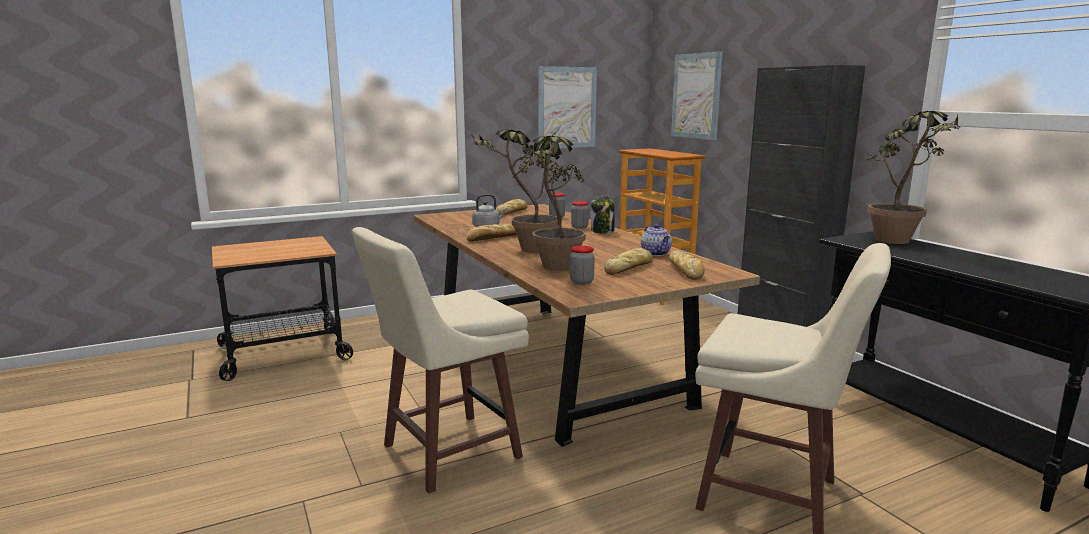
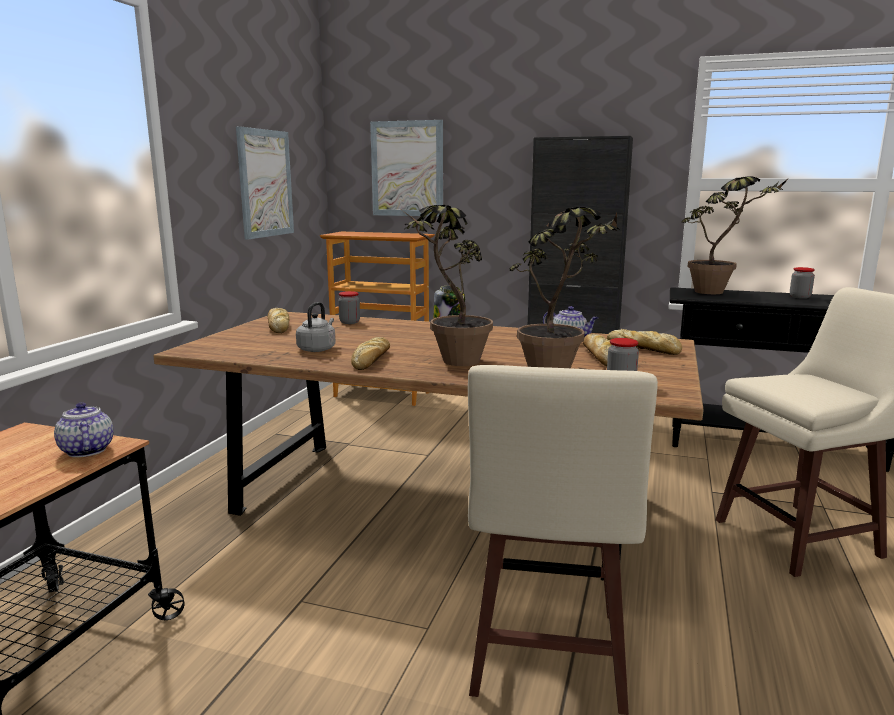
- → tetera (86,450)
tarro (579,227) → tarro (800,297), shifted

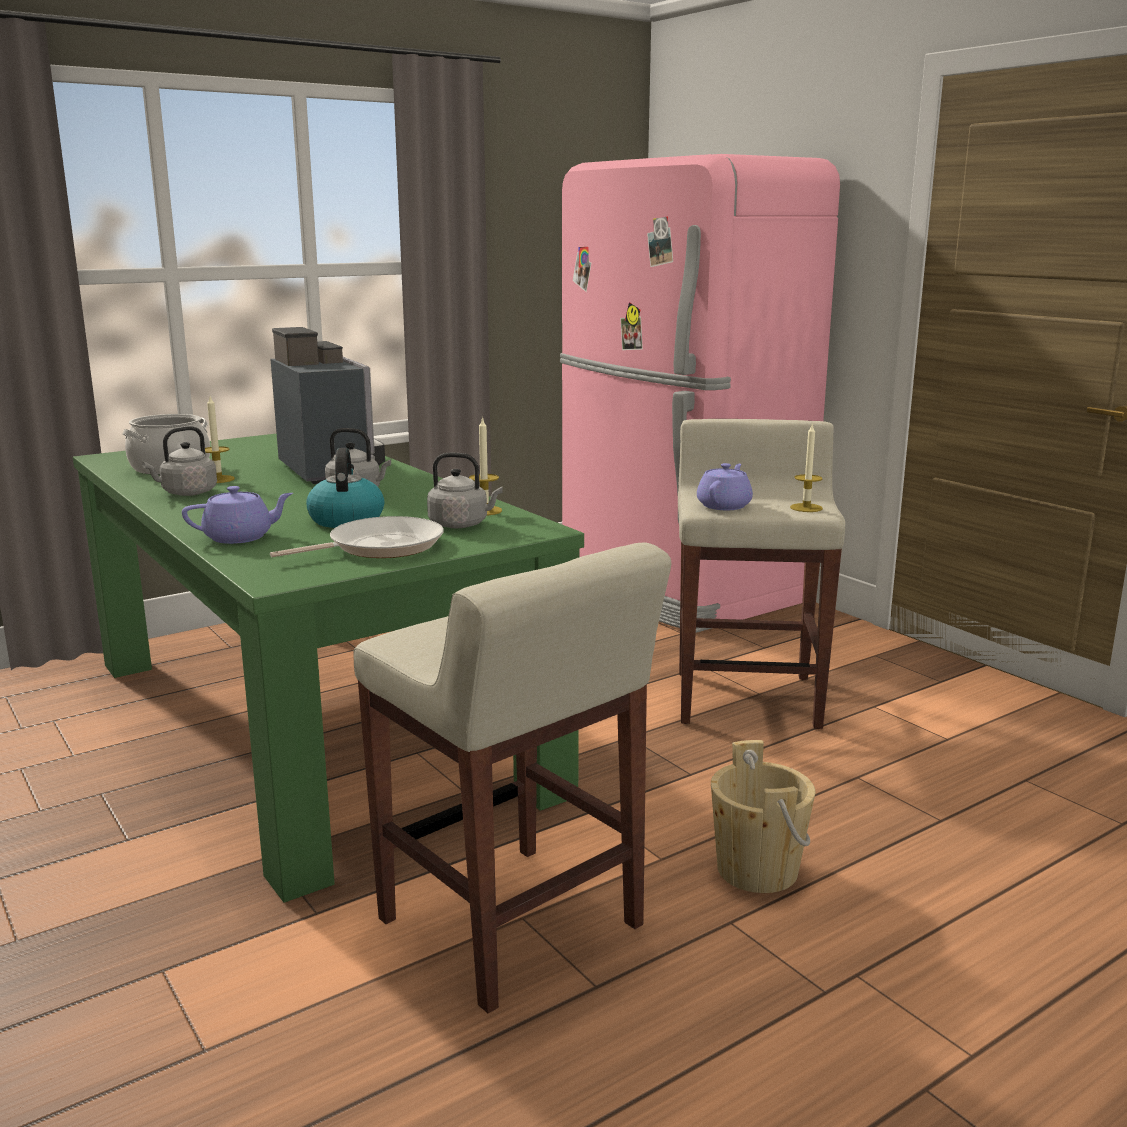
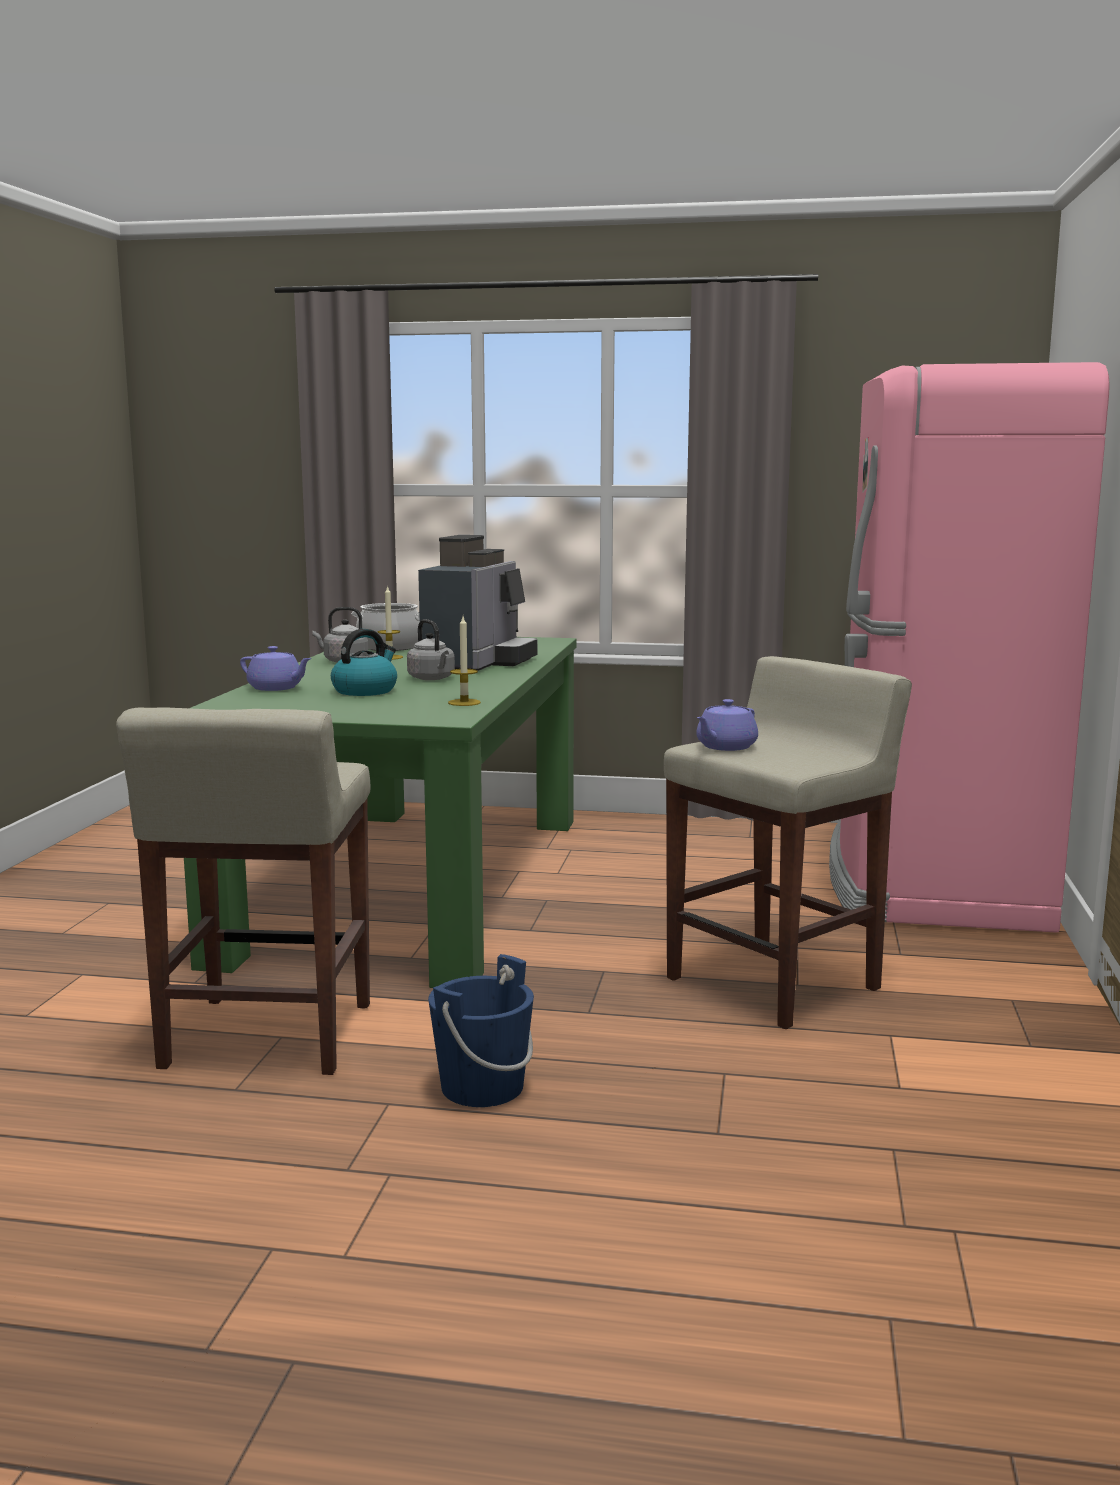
cubo [beis] (757,870) → cubo [azul] (482,1087)
tetera [morado] (724,505) → tetera [morado] (725,747), 150 degrees clockwise
sartén (379,547) → -
hervidor [gris] (461,524) → -
vela (806,508) → -

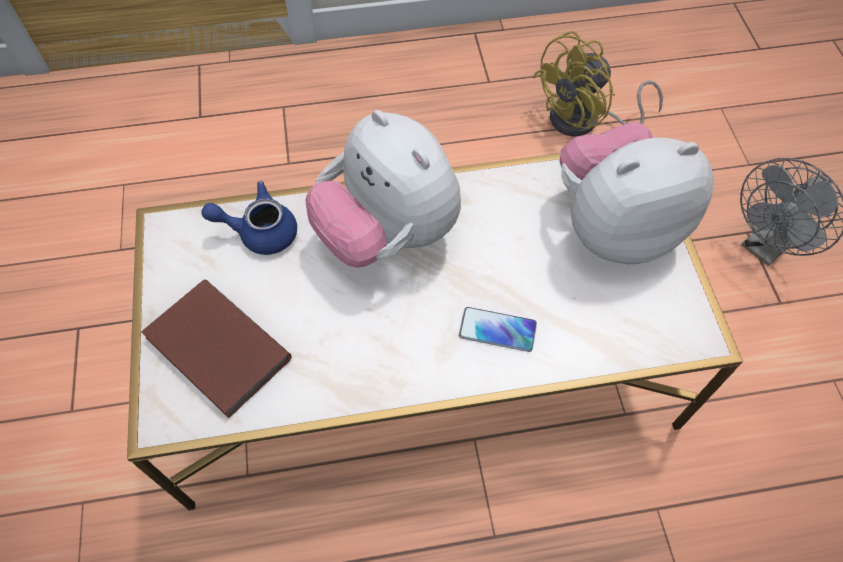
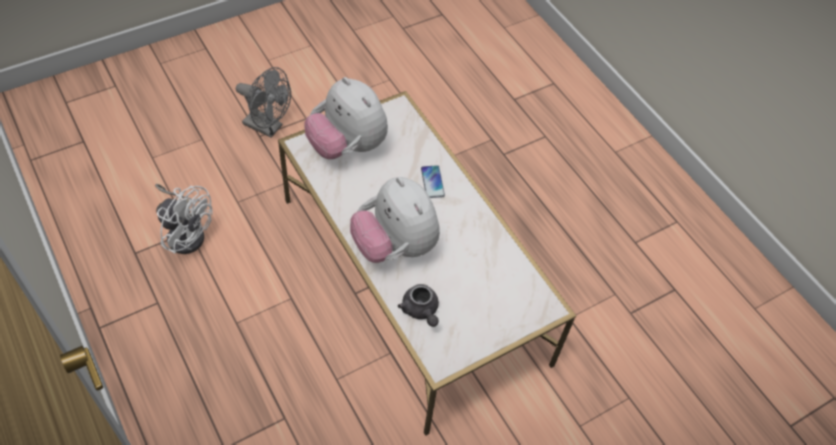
ventilador [amarillo] (585,121) → ventilador [blanco] (186,232)
peluche (387,234) → peluche (395,246), 120 degrees clockwise
tetera [azul] (260,232) → tetera [gris] (421,311)
libro [marrón] (217,351) → -

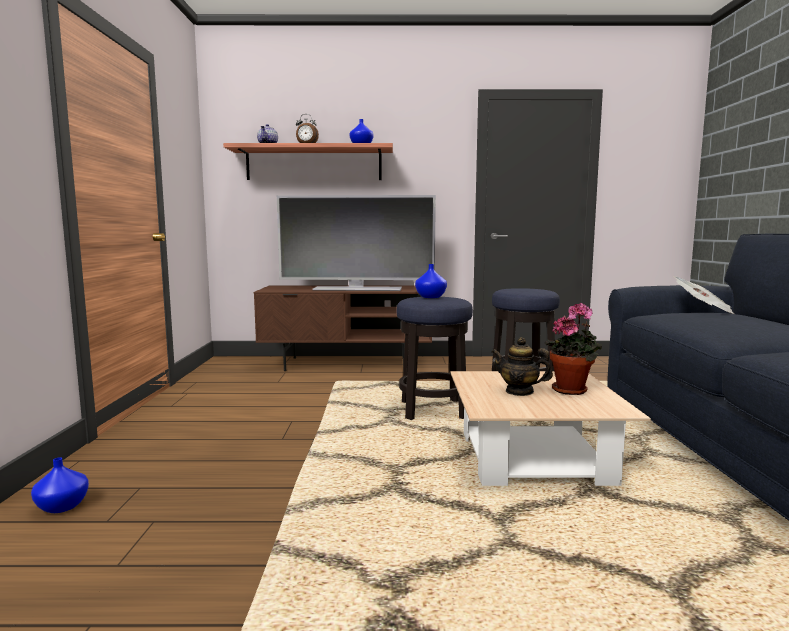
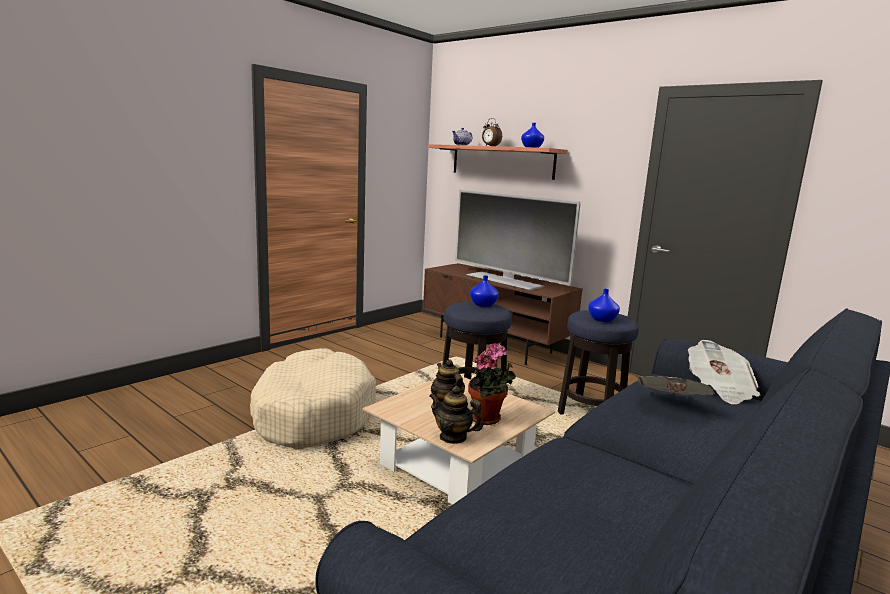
- → cama para perro [beis] (312,414)
- → tetera (453,437)
florero [azul] (61,506) → florero [azul] (601,319), shifted
- → periódico (671,405)

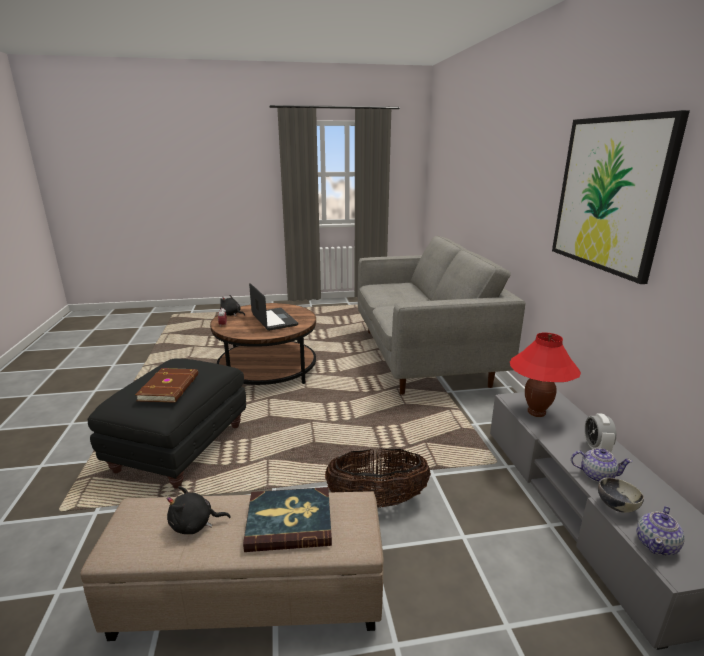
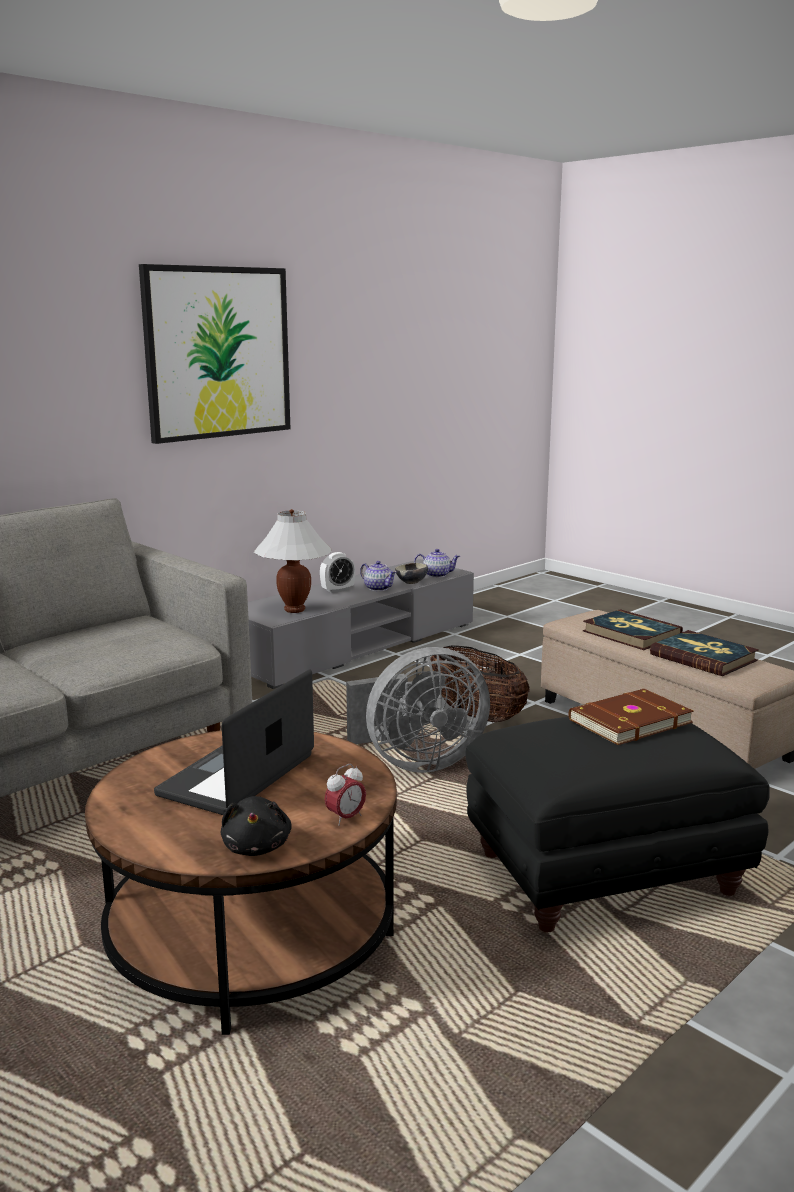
lámpara de mesa [rojo] (536,413) → lámpara de mesa [blanco] (294,610)
- → ventilador [gris] (417,762)
tetera (596,475) → tetera (378,588), 150 degrees clockwise
peluche [negro] (195,524) → libro (703,657)

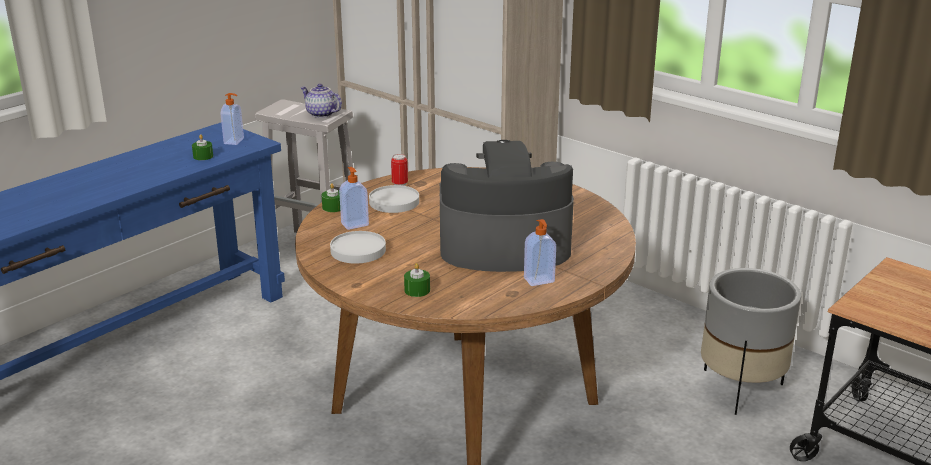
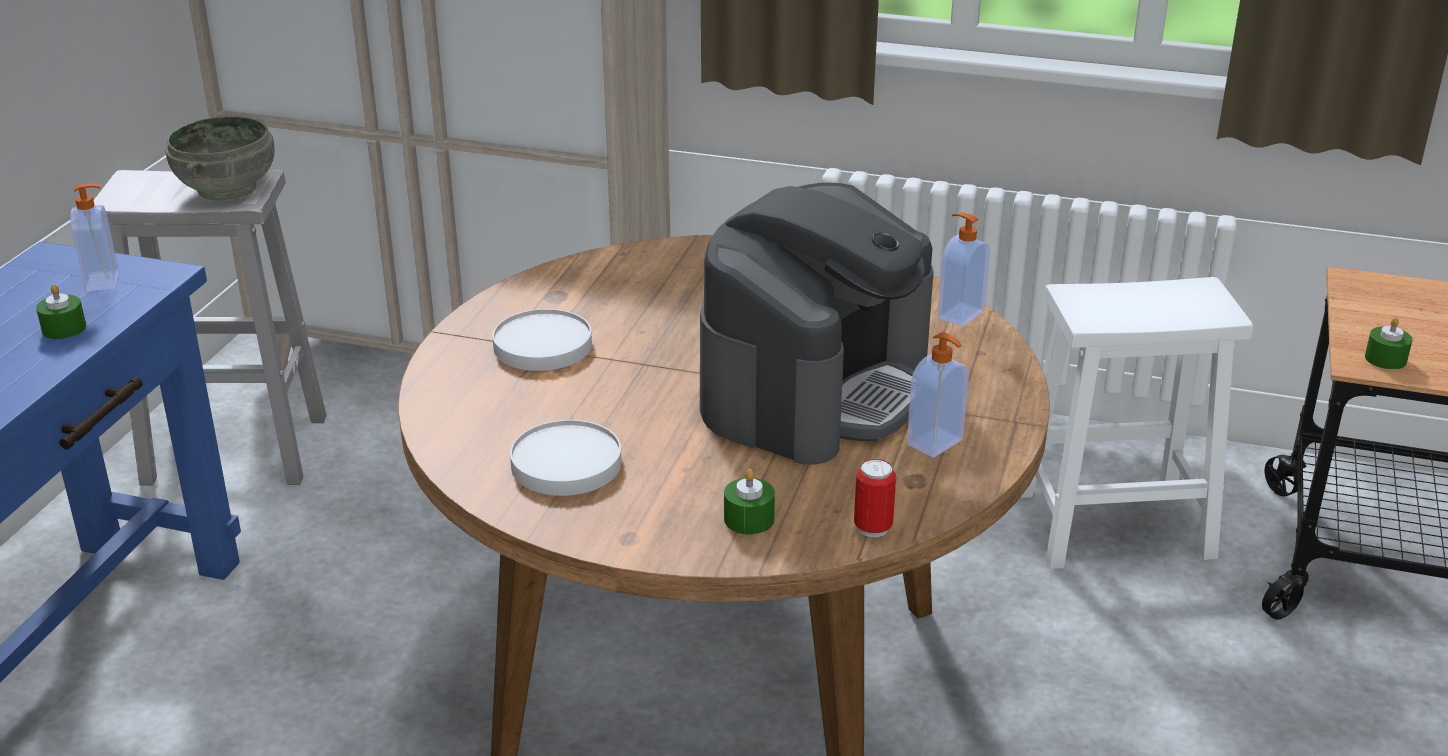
tetera (321,114) → cuenco [gris] (228,189)
cafetera (503,246) → cafetera (816,390), 150 degrees clockwise
lata (400,184) → lata (873,528), shifted
dispensador de jabón (354,224) → dispensador de jabón (959,314), shifted
maceta [gris] (740,389) → taburete [blanco] (1116,523)
vela [verde] (333,207) → vela [verde] (1385,359), shifted

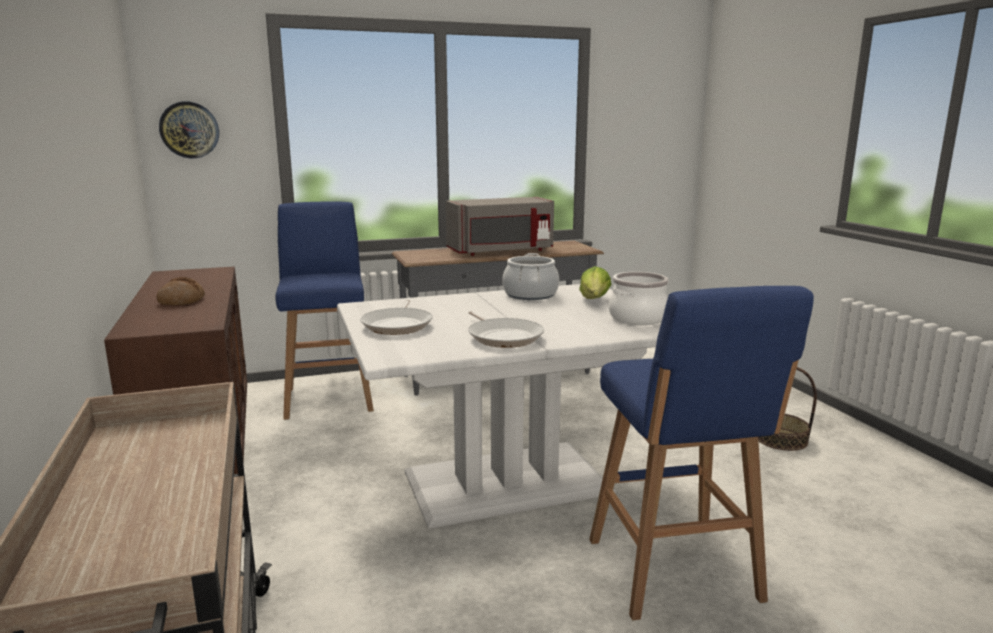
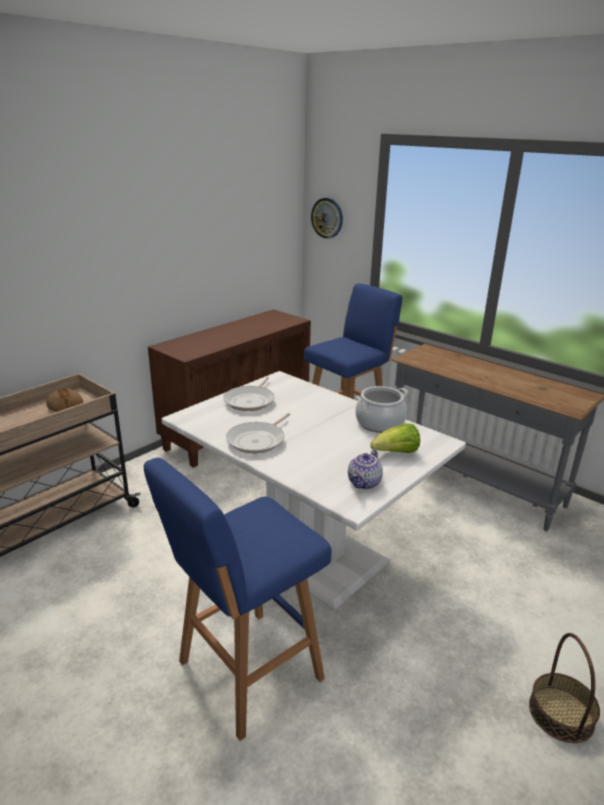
pan (181,301) → pan (65,405), shifted
sartén (398,325) → sartén (250,401), 45 degrees counterclockwise
olla (637,318) → tetera (365,483)
microondas [gris] (501,251) → -

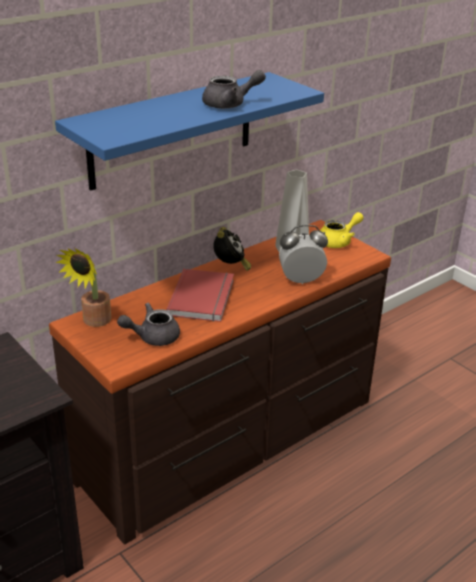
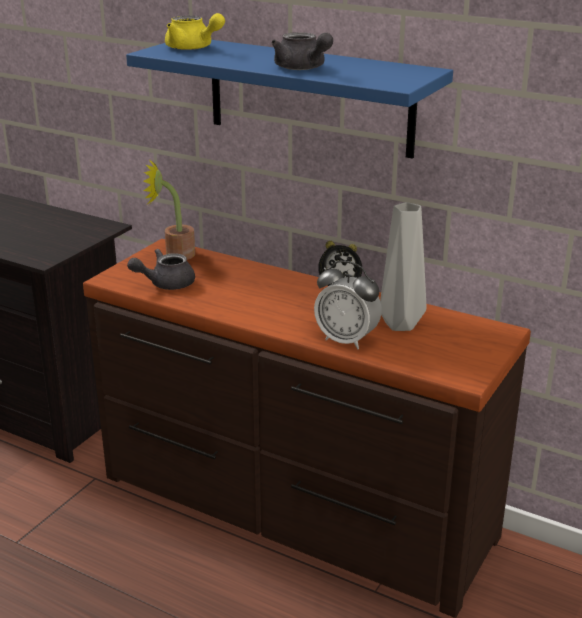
tetera [gris] (152,337) → tetera [gris] (165,284), 75 degrees counterclockwise
tetera [amarillo] (338,241) → tetera [amarillo] (193,48), shifted
despertador (301,280) → despertador (346,340), 150 degrees clockwise
libro [rojo] (204,297) → -

